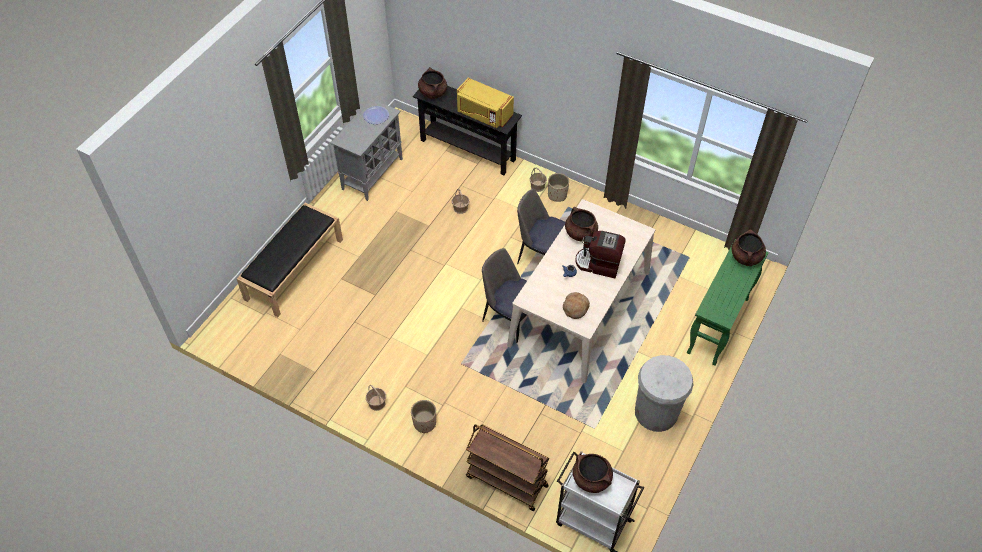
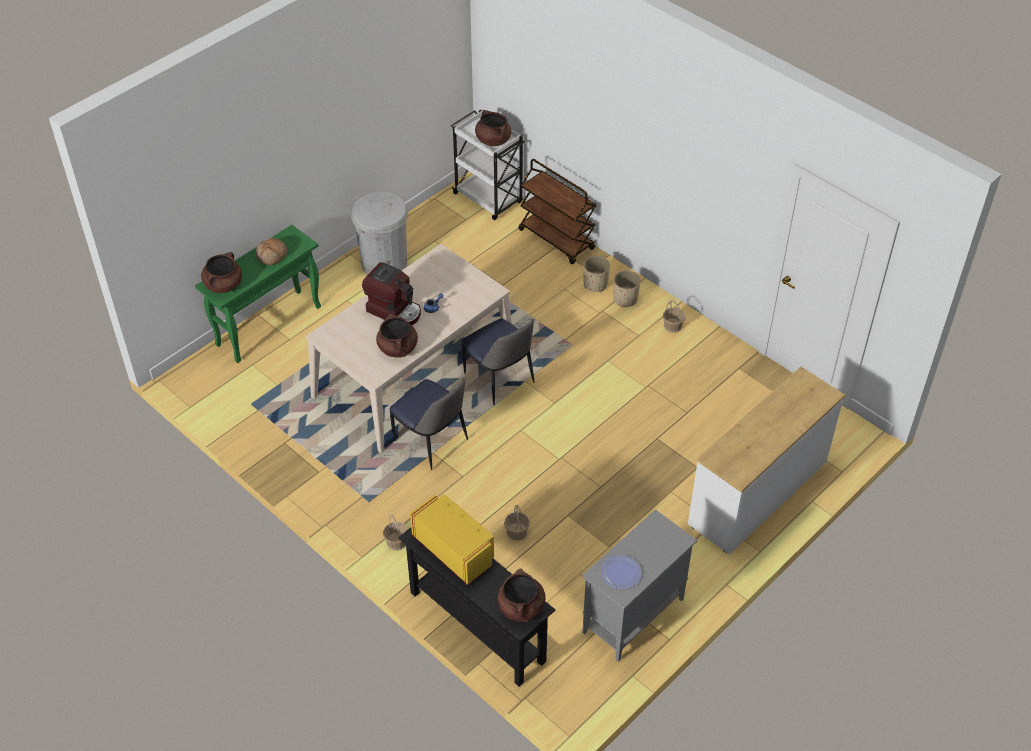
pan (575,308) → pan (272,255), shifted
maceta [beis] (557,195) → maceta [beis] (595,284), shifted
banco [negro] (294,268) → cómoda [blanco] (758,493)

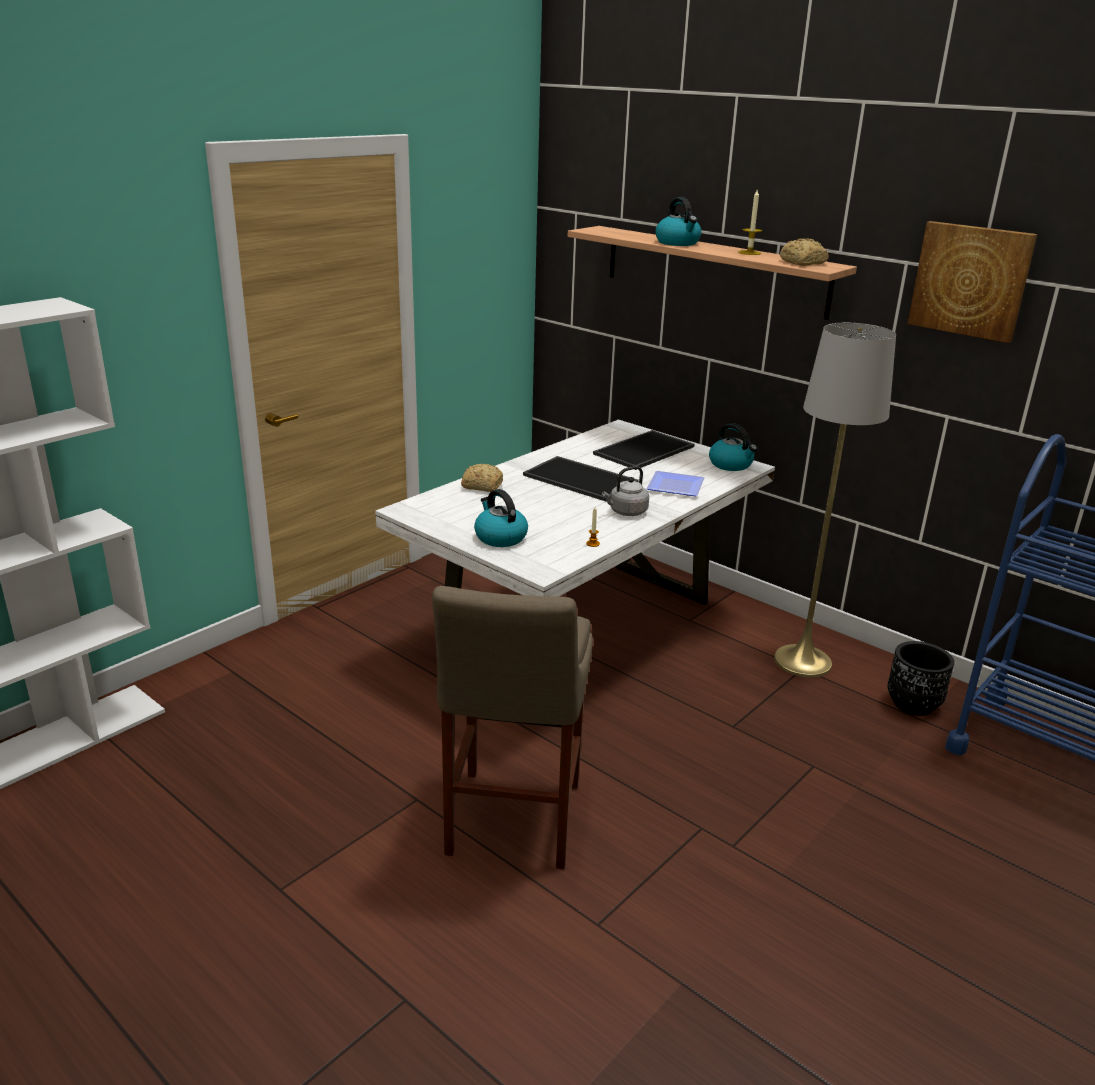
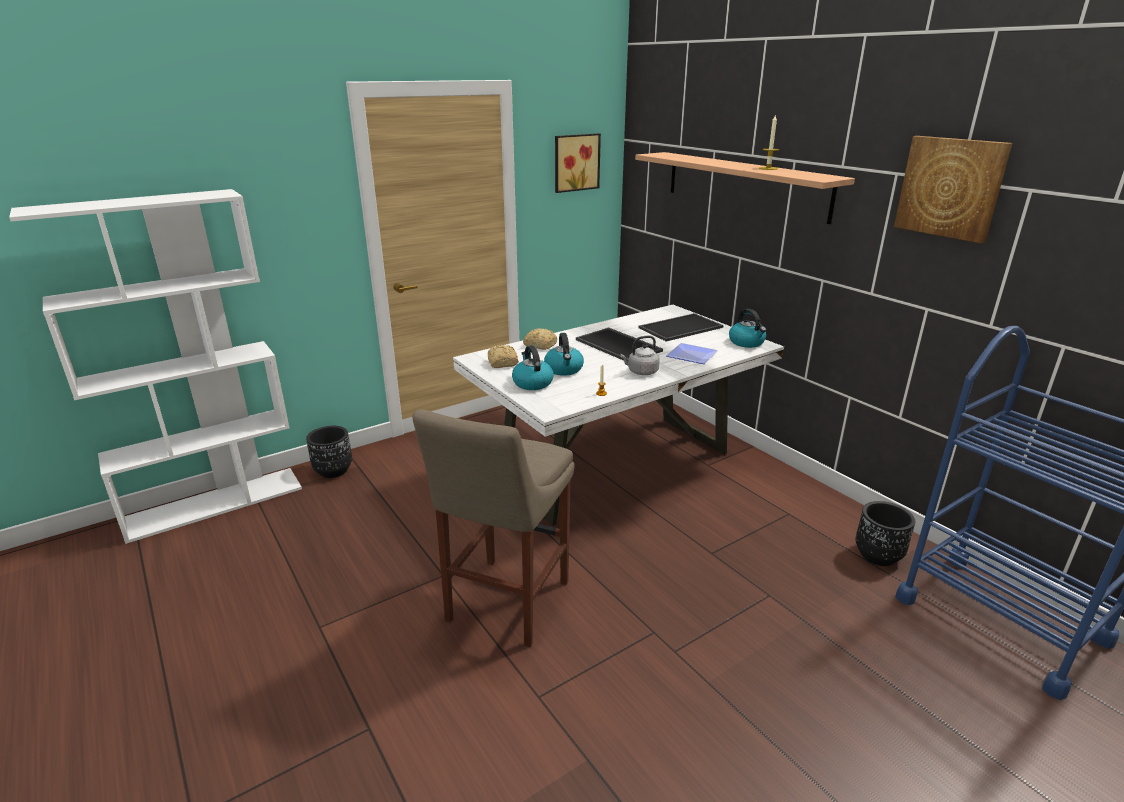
- → maceta [negro] (333,470)
pan (802,263) → pan (502,363), shifted
hervidor (678,243) → hervidor (564,369), shifted
- → cuadro (575,162)
lámpara de pie [gris] (802,661) → -

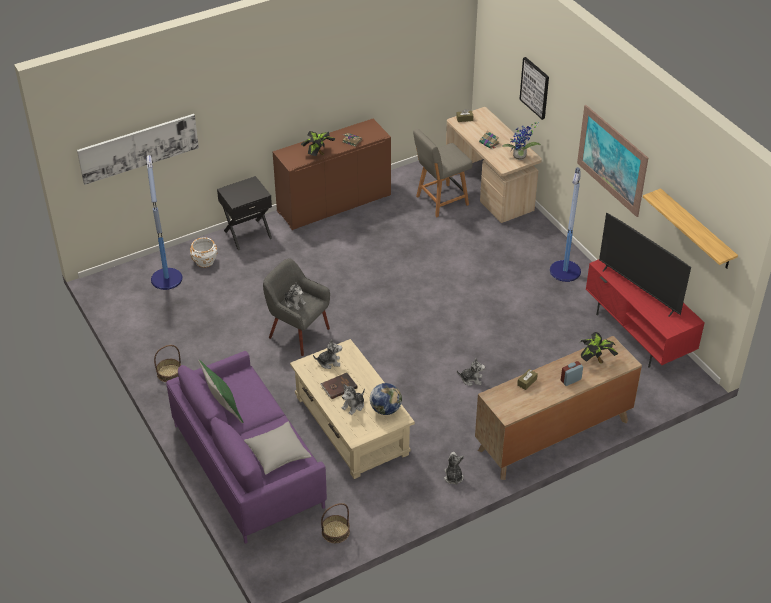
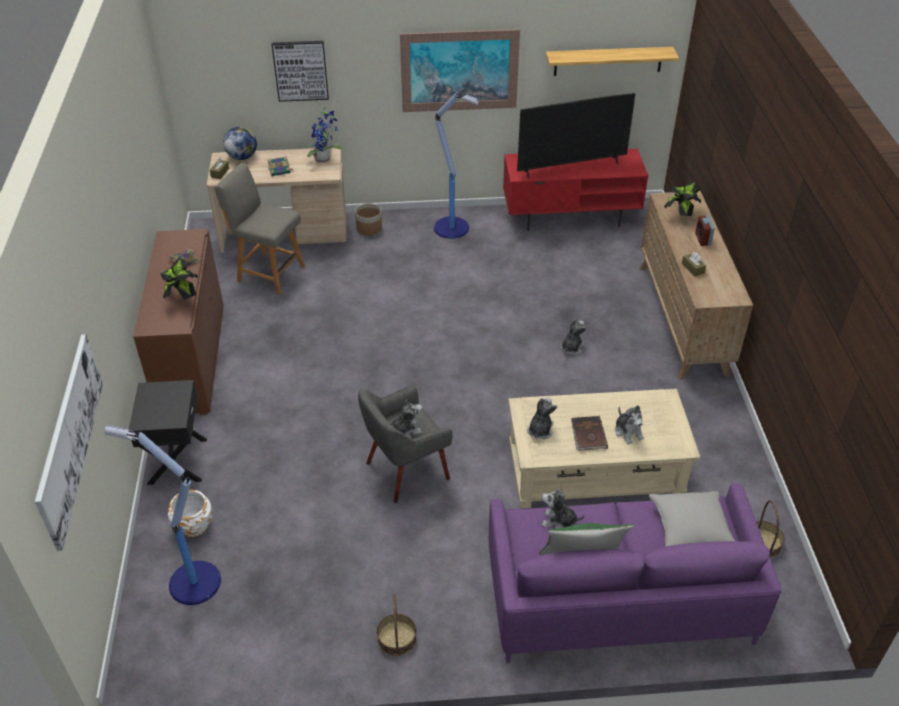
silla [gris] (440,201) → silla [gris] (269,273), 120 degrees clockwise
globo terráqueo (385,409) → globo terráqueo (242,157), shifted
- → maceta (369,228)
peluche (453,477) → peluche (559,521), shifted

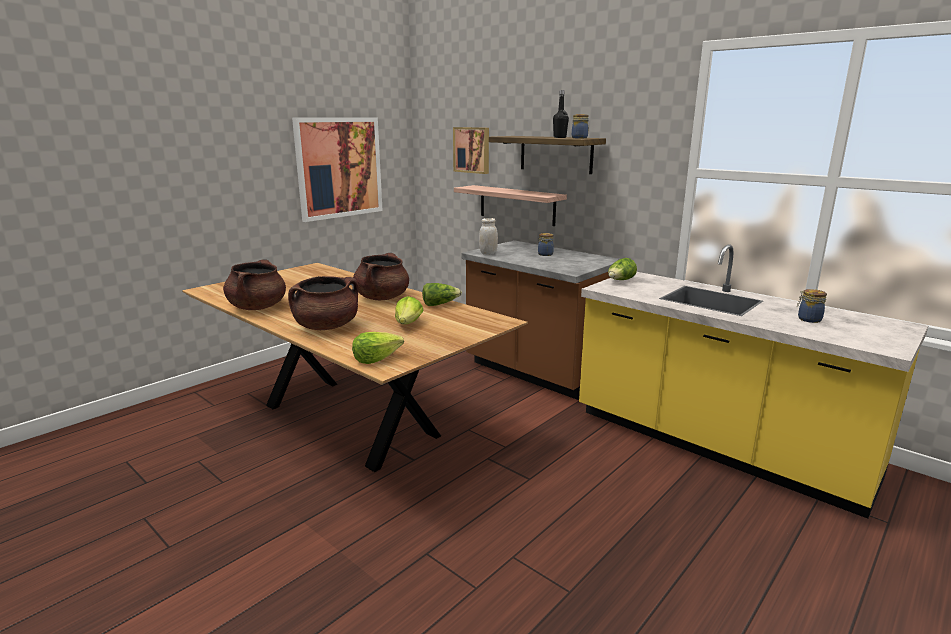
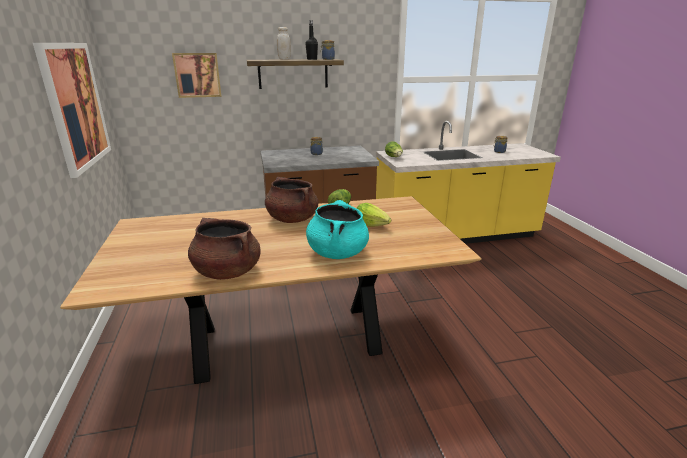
tarro [blanco] (488,253) → tarro [blanco] (284,59), shifted
olla [marrón] (326,327) → olla [turquesa] (337,253)
lechuga (376,359) → -
estante (517,205) → -

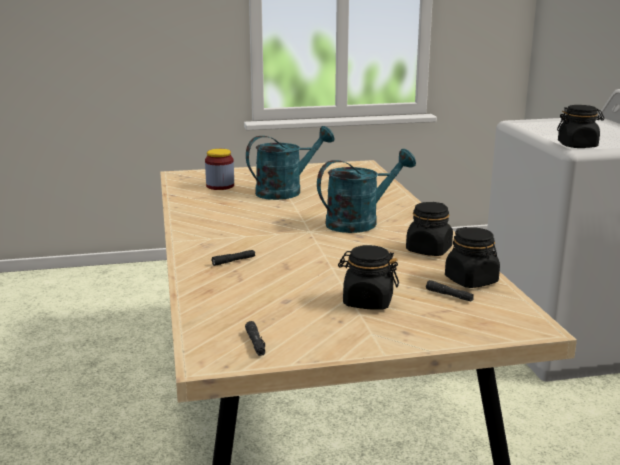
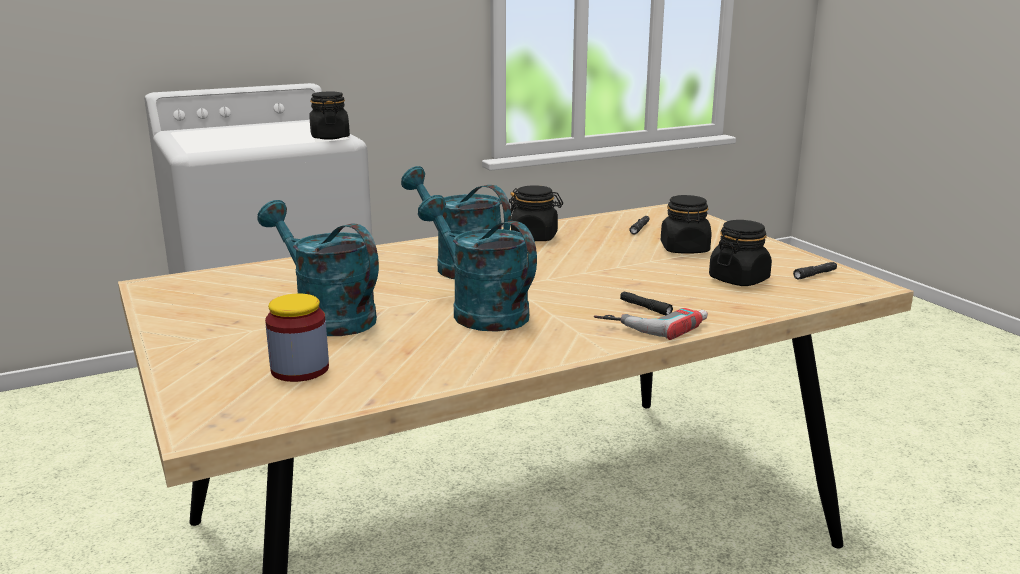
- → regadera [turquesa] (480,311)
- → taladro (652,323)
tarro [negro] (471,280) → tarro [negro] (739,279), shifted

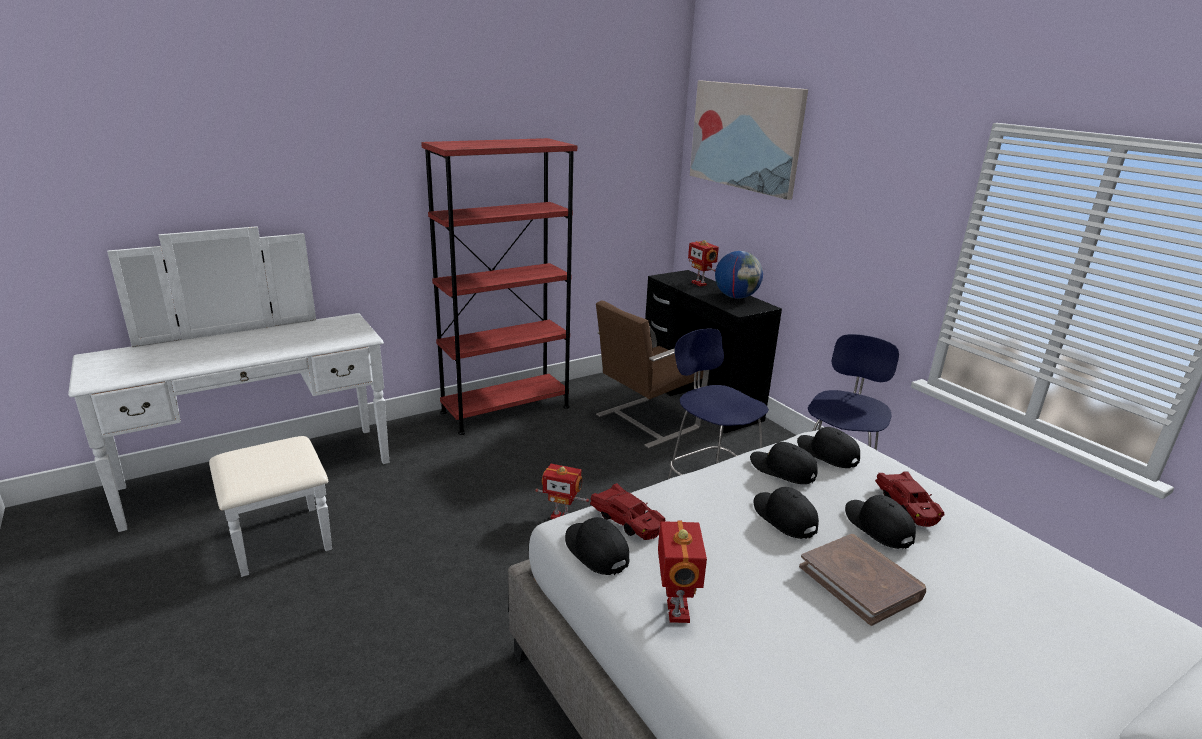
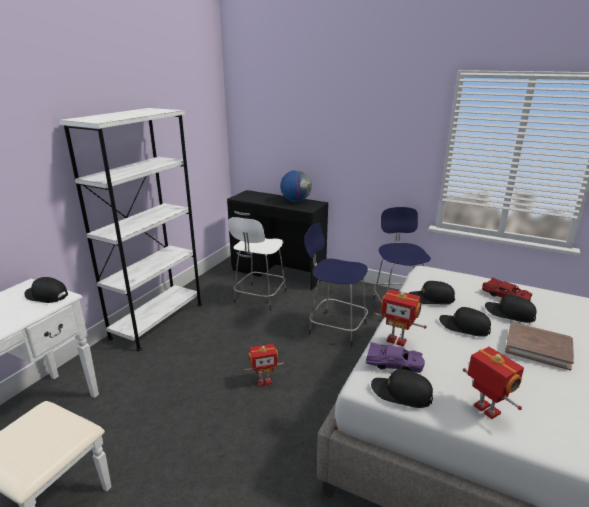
gorra [negro] (827,454) → gorra [negro] (46,296), shifted
estantería [rojo] (506,409) → estantería [blanco] (157,320)
silla [marrón] (645,422) → taburete [blanco] (259,298)
coche de juguete [rojo] (627,520) → coche de juguete [morado] (393,364)
robot de juguete (699,283) → robot de juguete (397,340), shifted
cuadro (745,136) → -

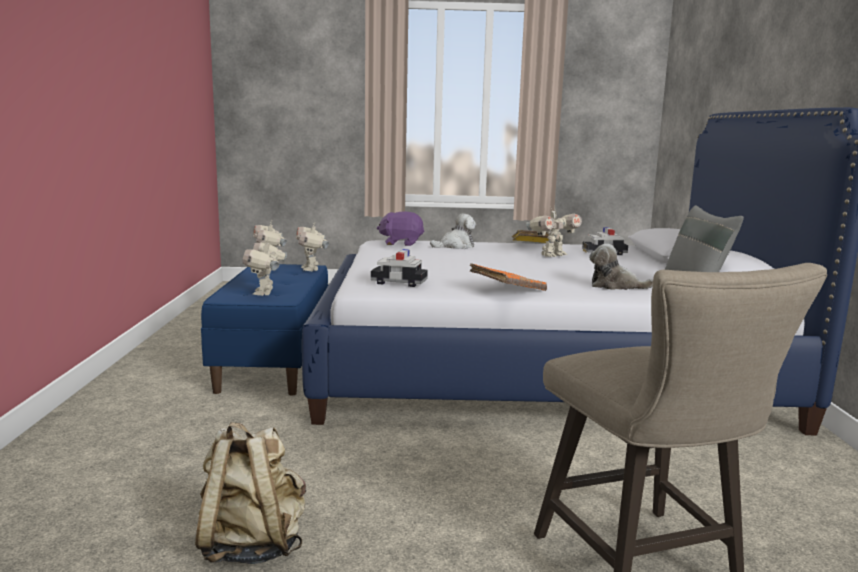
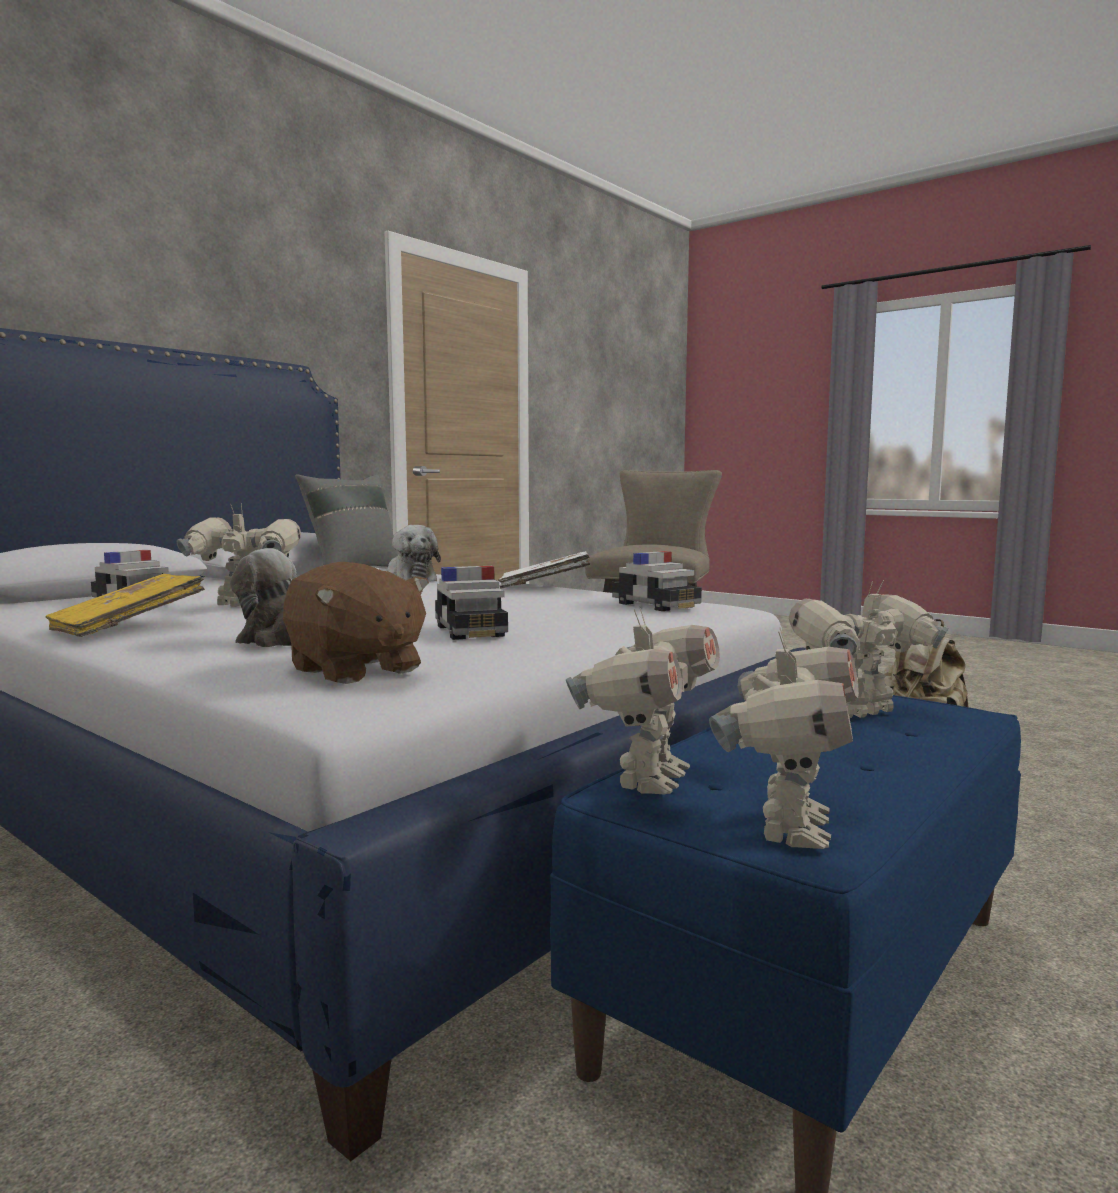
peluche [morado] (401,243) → peluche [marrón] (355,670)
- → coche de juguete (470,631)
libro [naranja] (507,290) → libro [blanco] (545,587)
robot de juguete (265,293) → robot de juguete (861,714), 150 degrees counterclockwise

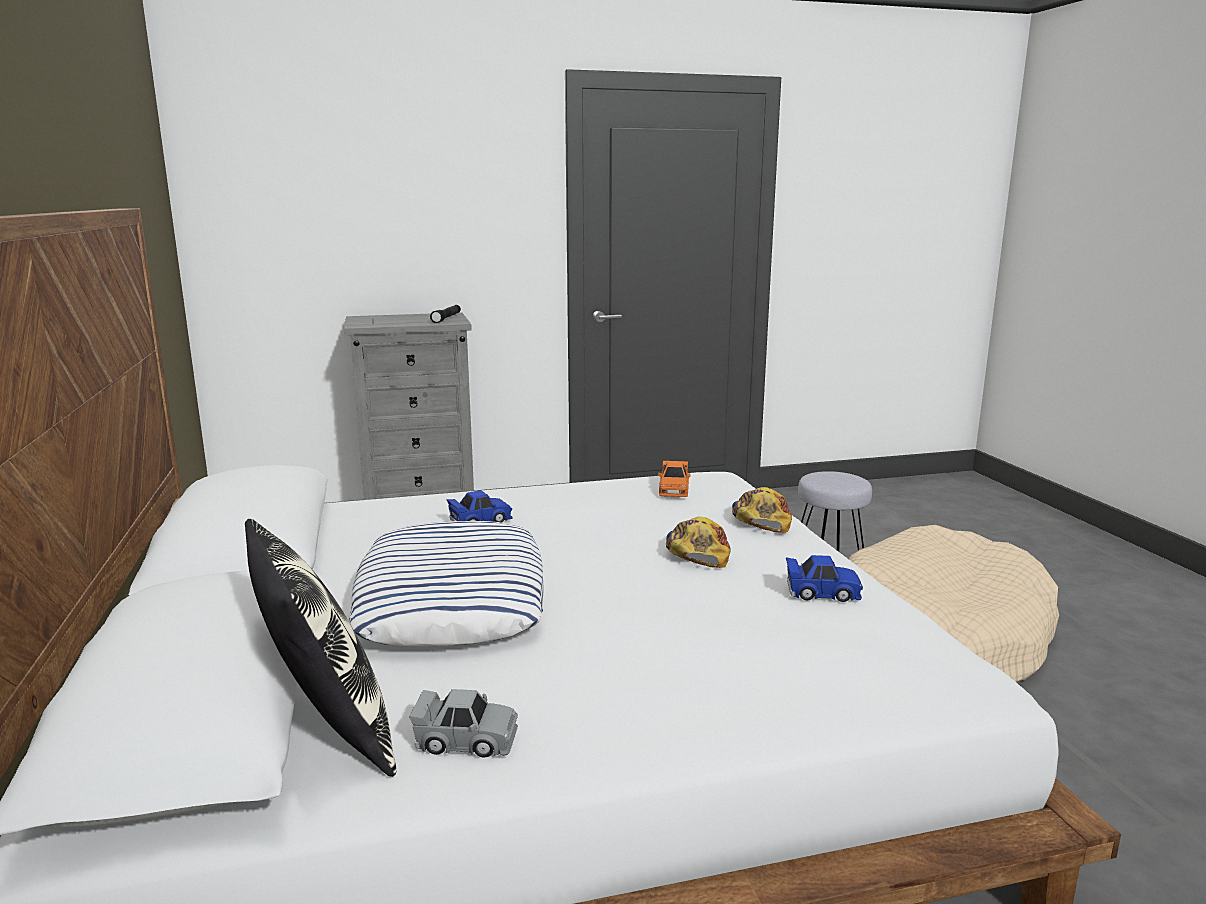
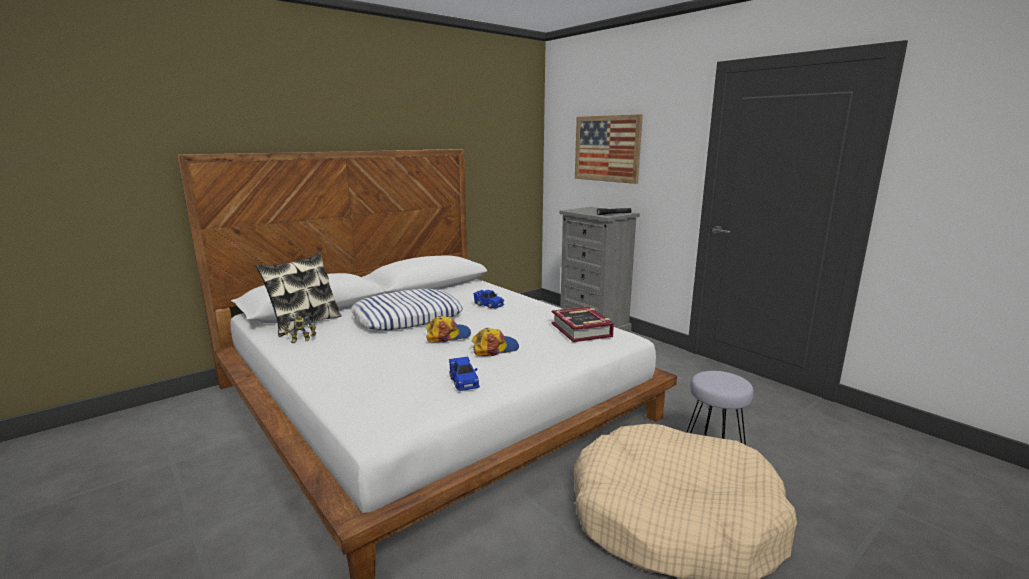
coche de juguete [gris] (466,740) → robot de juguete (301,341)
gorra (760,519) → gorra (448,335), shifted
coche de juguete [naranja] (674,490) → libro (581,330)
- → cuadro (607,148)

